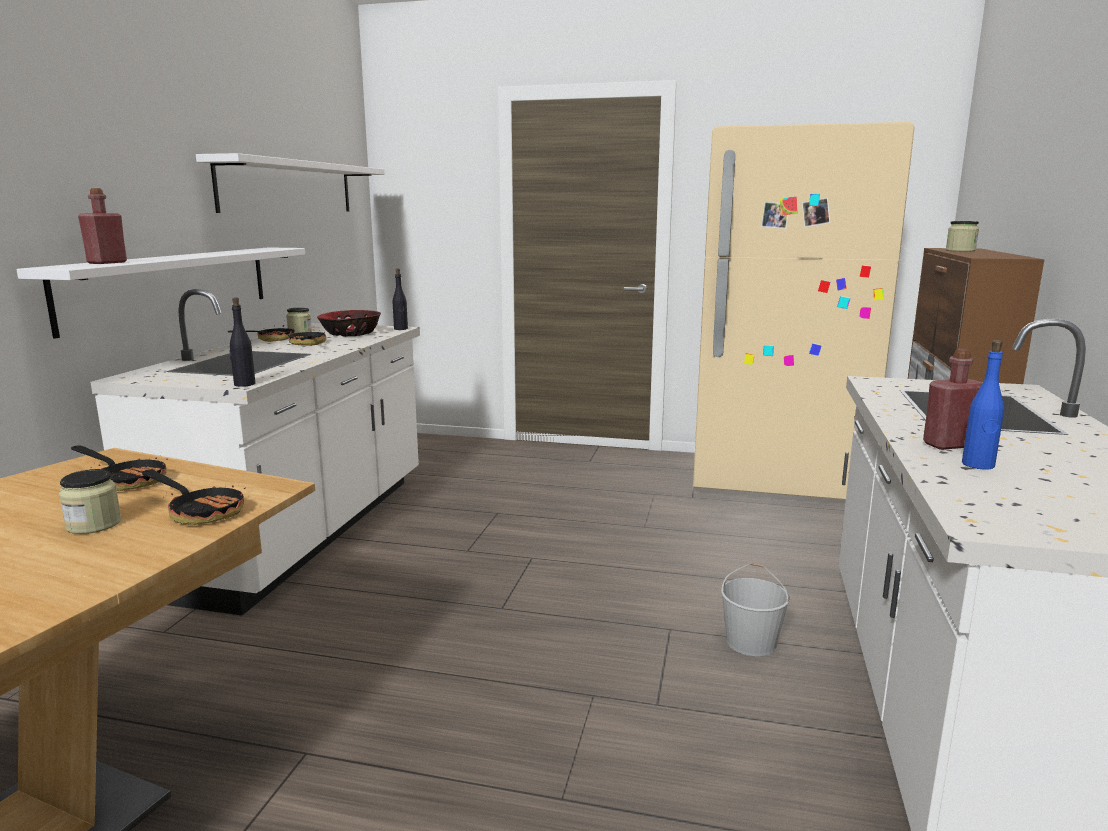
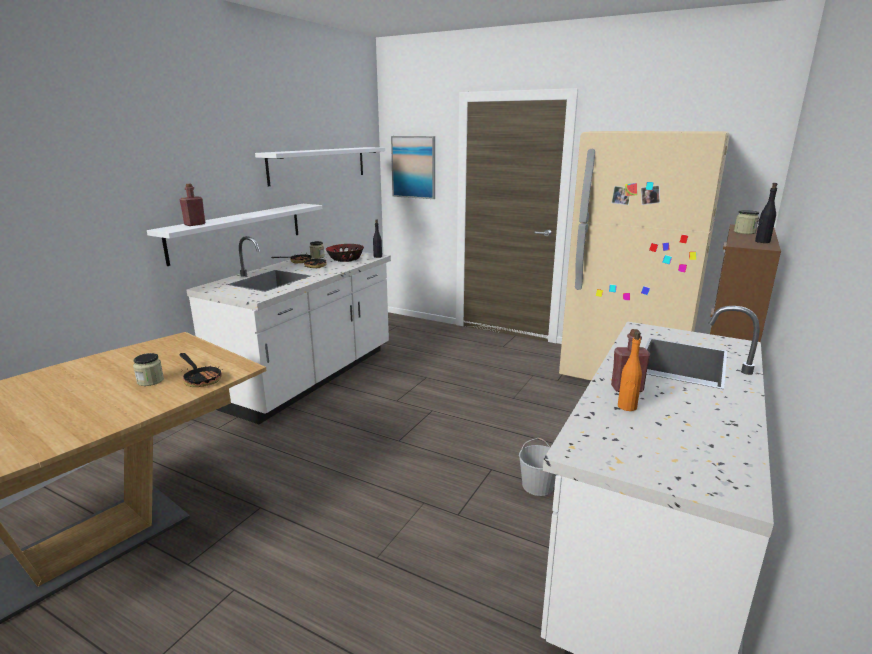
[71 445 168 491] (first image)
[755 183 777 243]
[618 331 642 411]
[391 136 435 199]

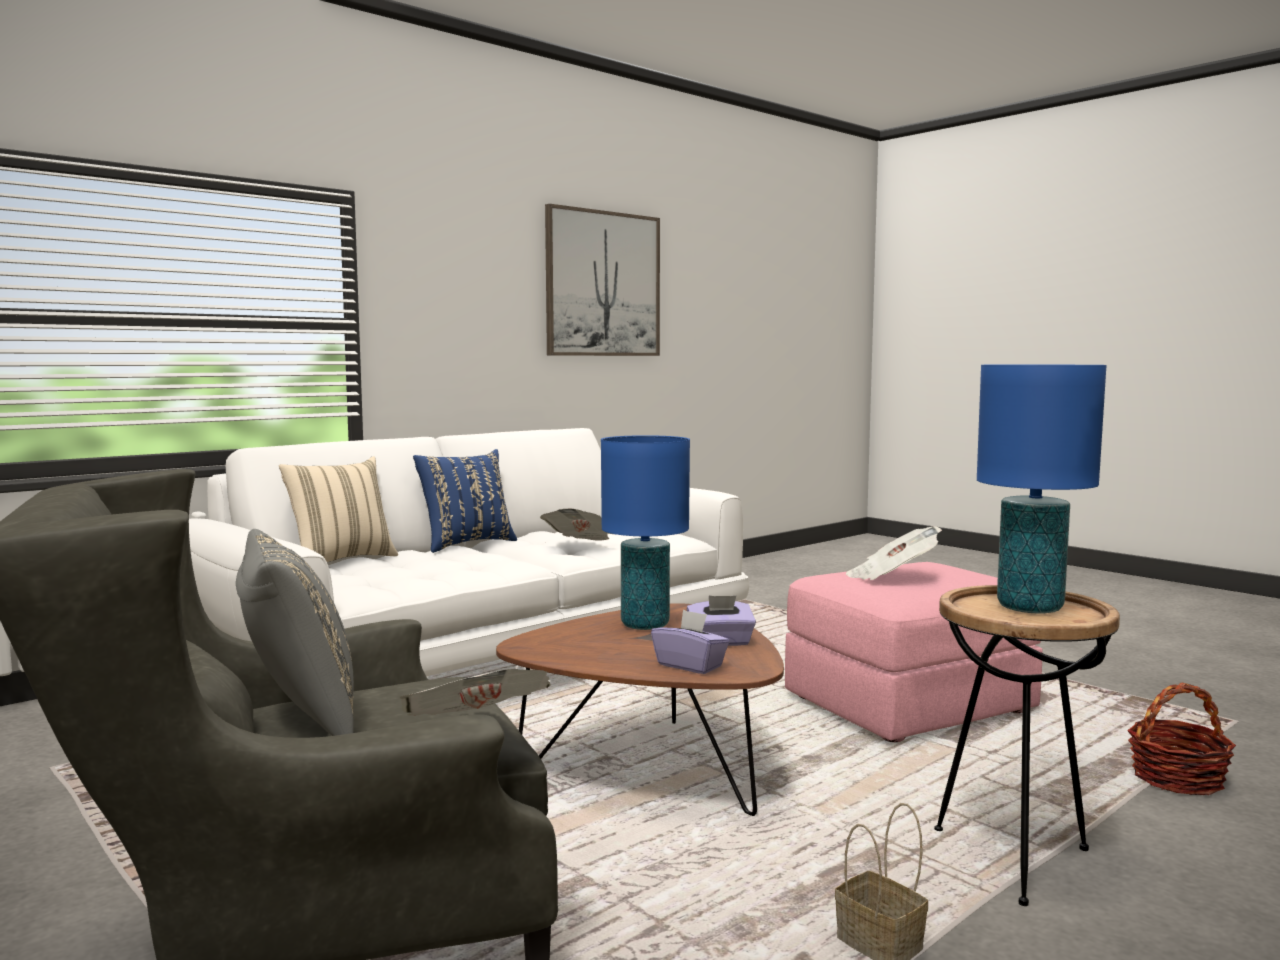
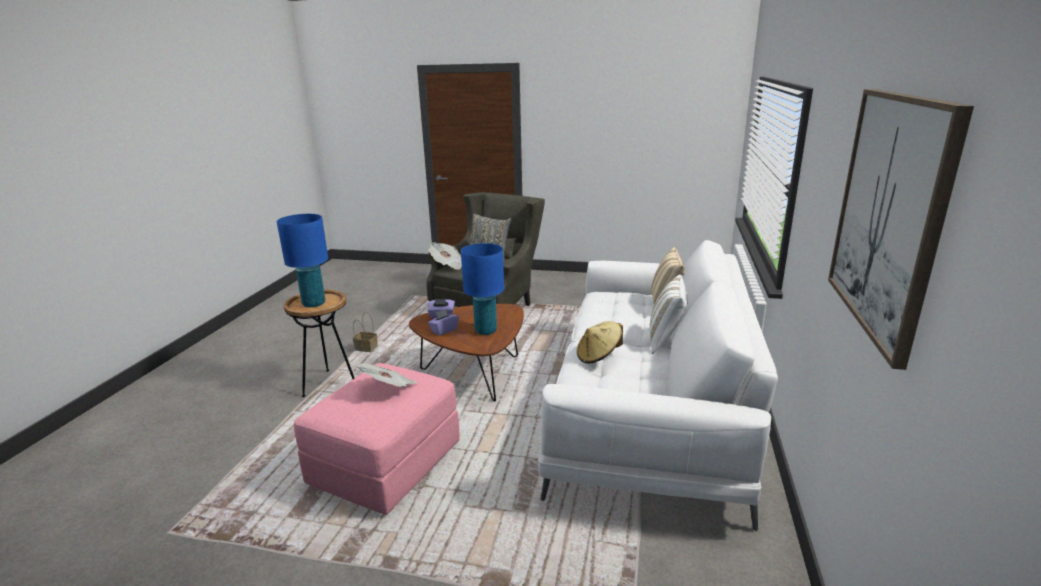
[650 274 687 354]
[577 321 623 364]
[1127 683 1236 795] (first image)

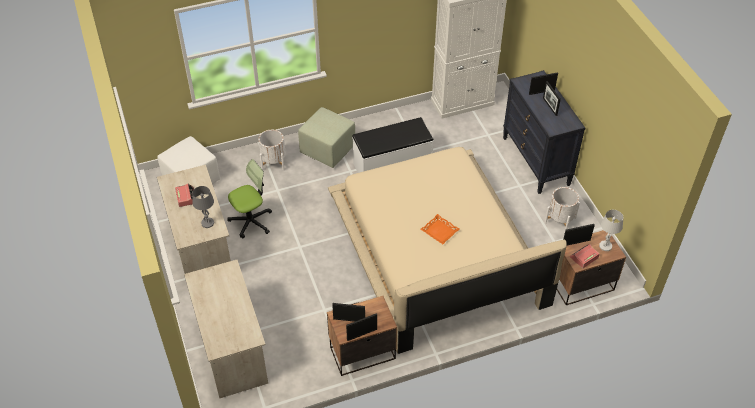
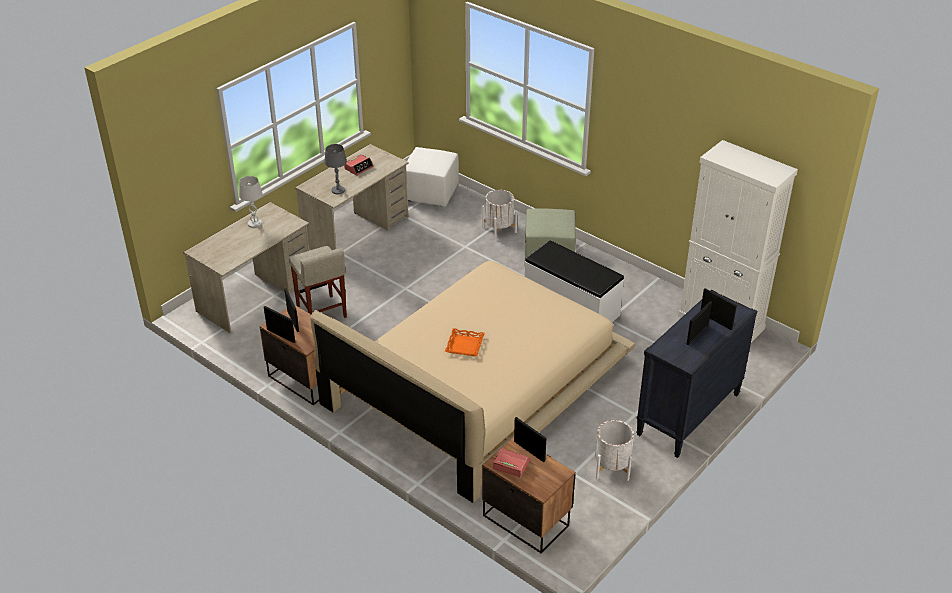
[227 159 272 239] (first image)
[239 176 262 228]
[289 246 347 318]

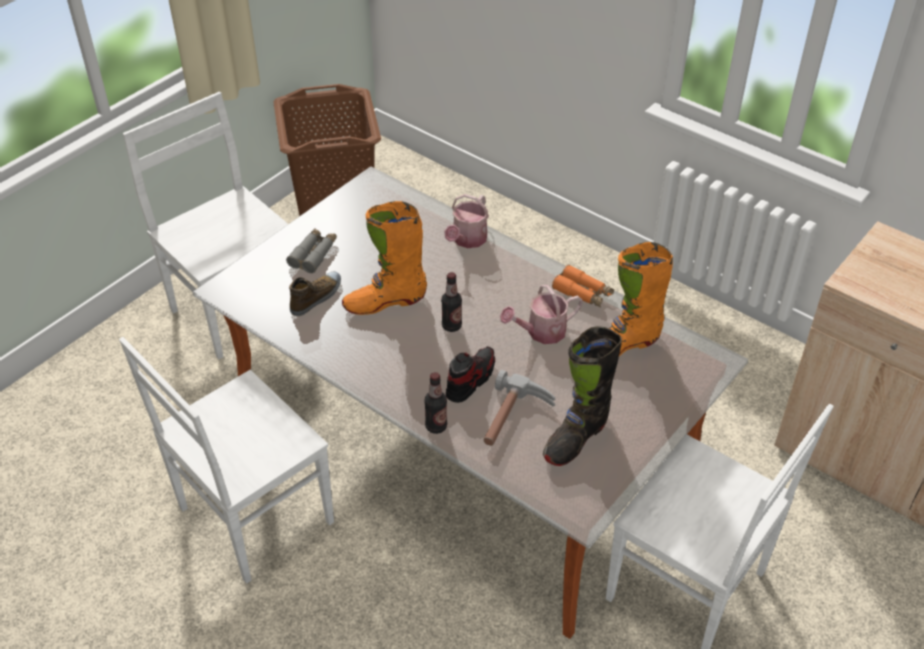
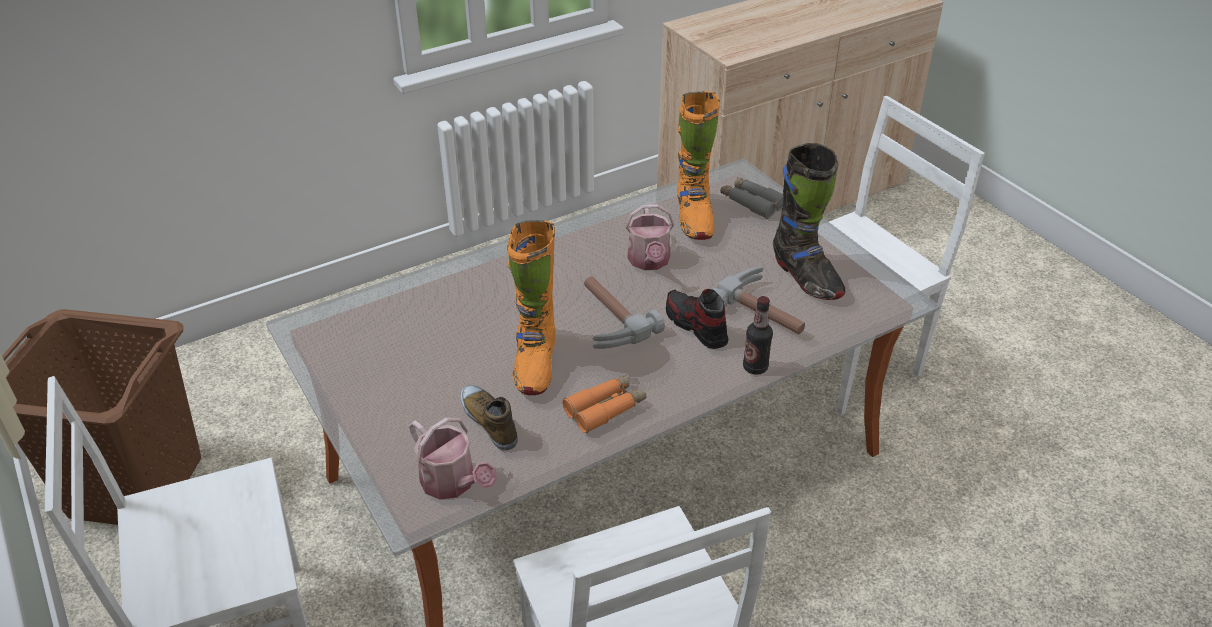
[720 177 783 219]
[584 276 665 349]
[409 417 497 500]
[562 374 647 433]

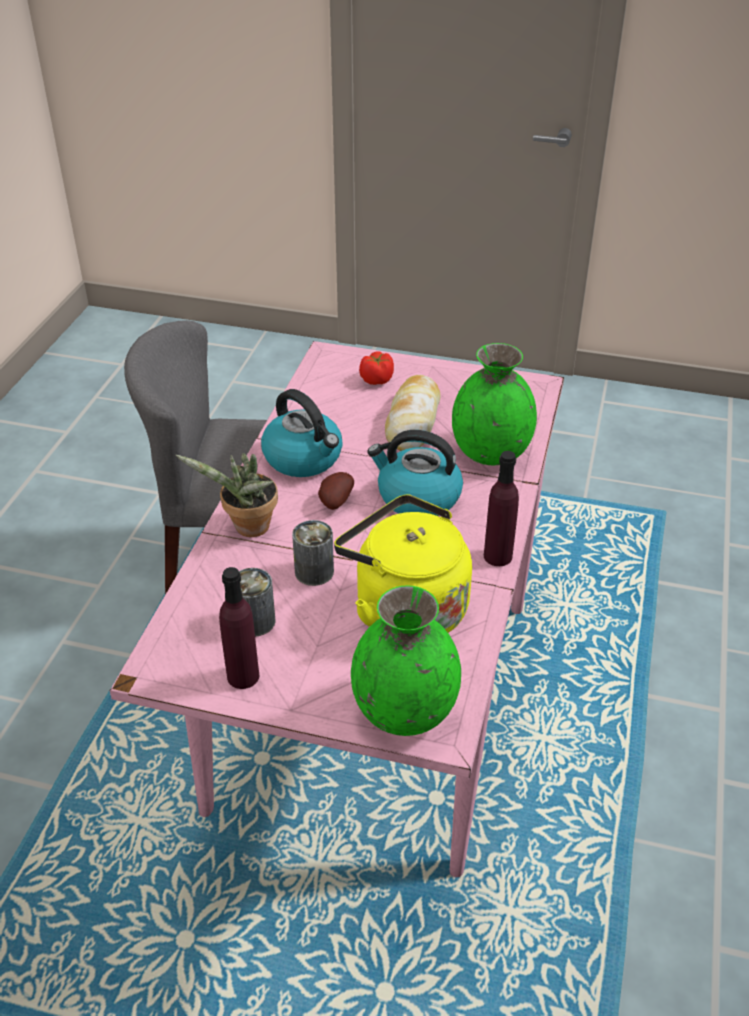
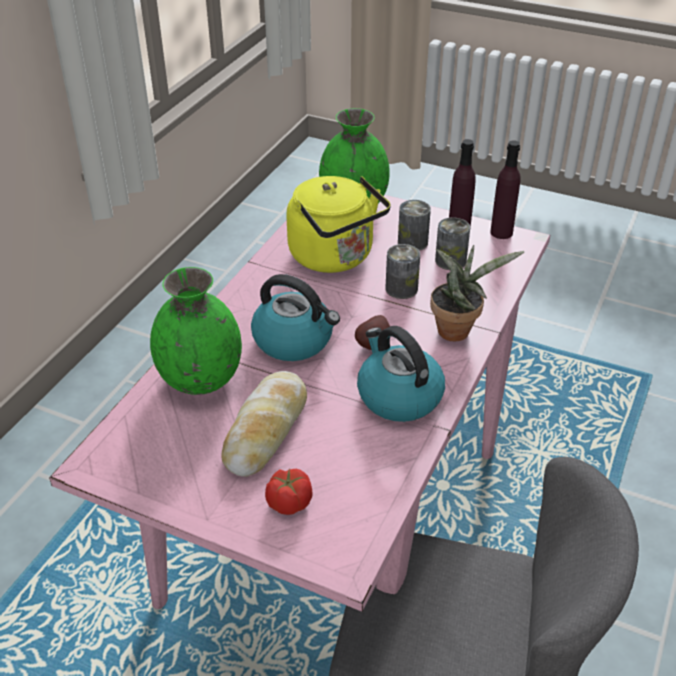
[490 140 520 239]
[398 200 431 251]

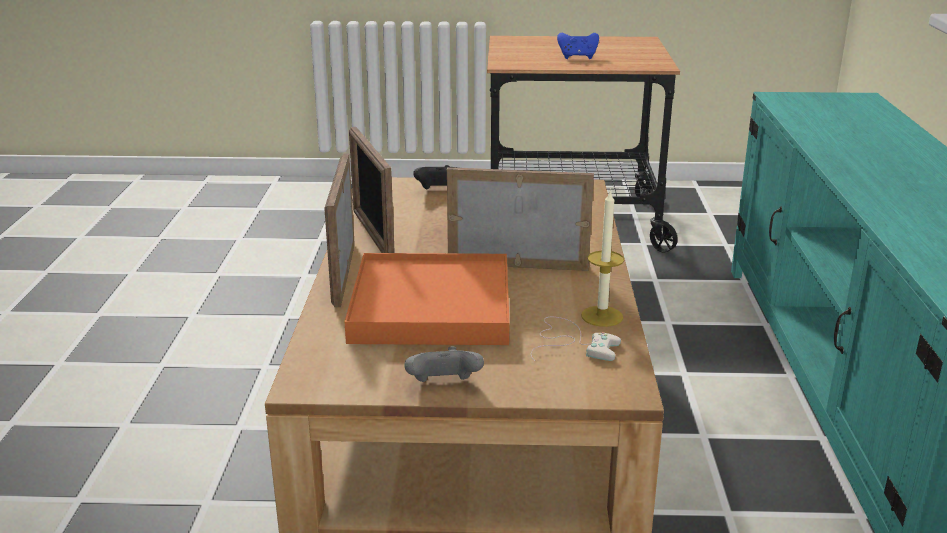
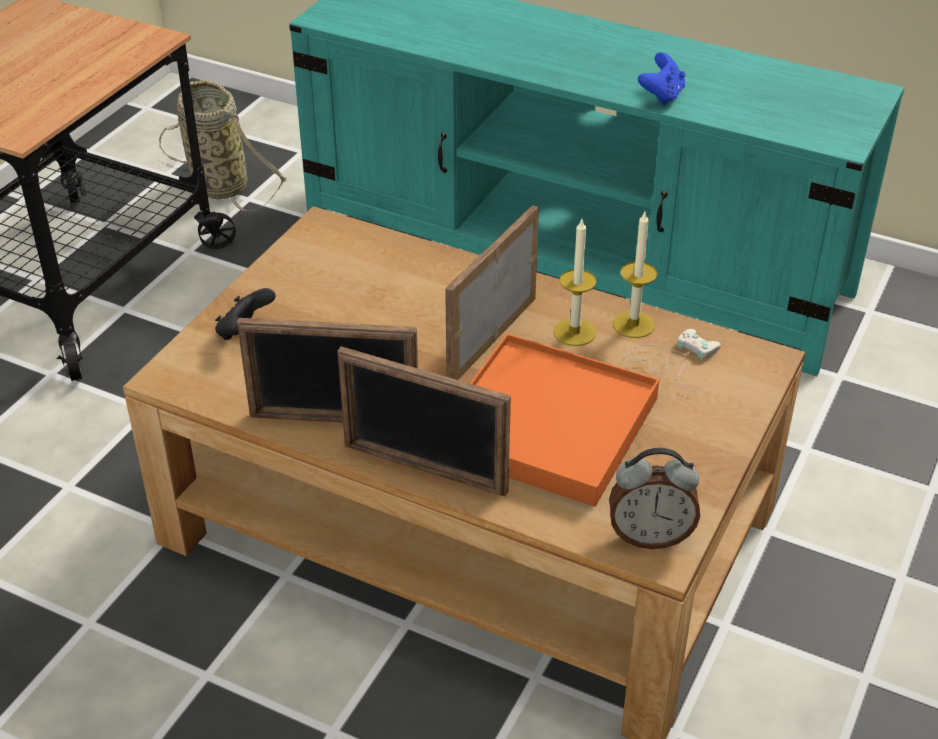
[405 346 484 382] (first image)
[638 52 685 105]
[159 80 287 211]
[553 219 597 346]
[609 448 700 549]

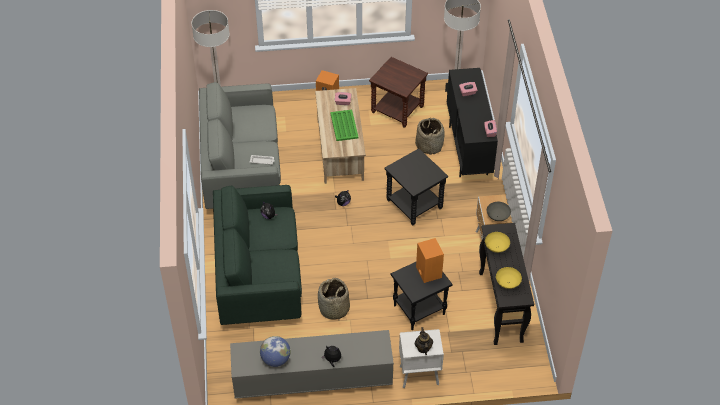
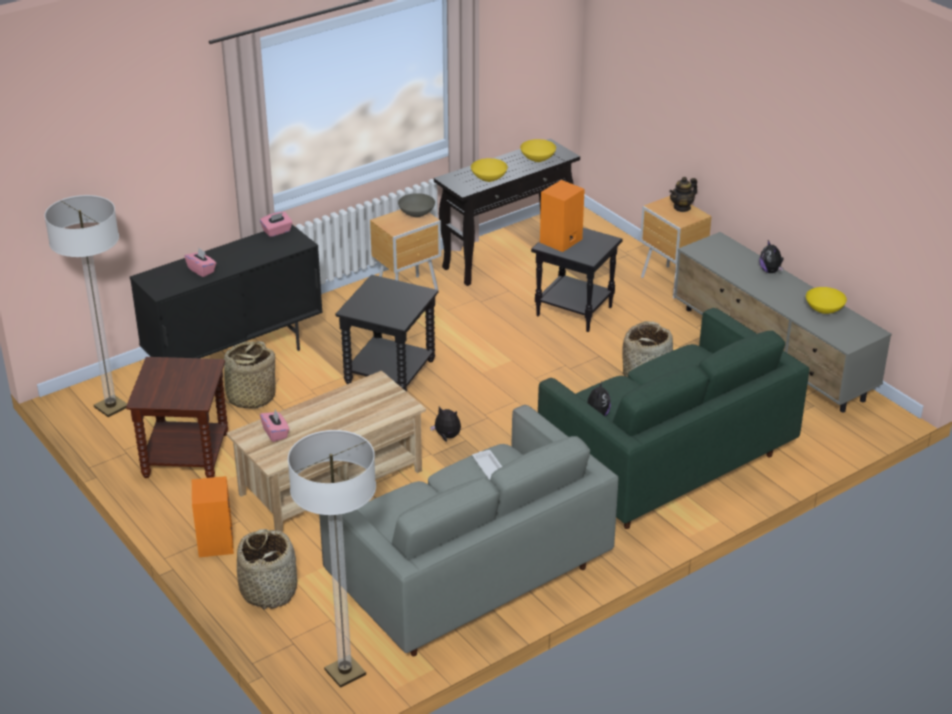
[806 287 847 314]
[330 110 359 141] (first image)
[640 196 712 299]
[237 529 297 610]

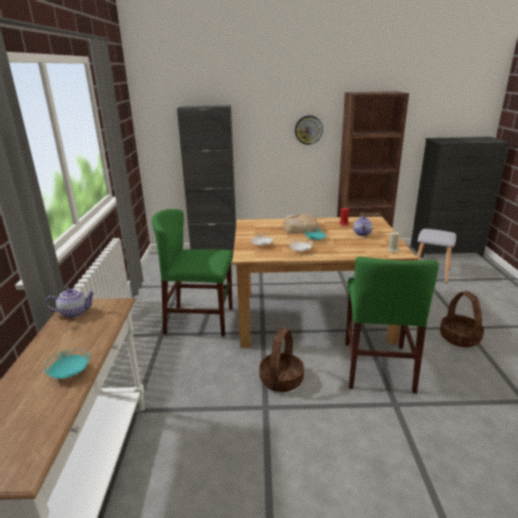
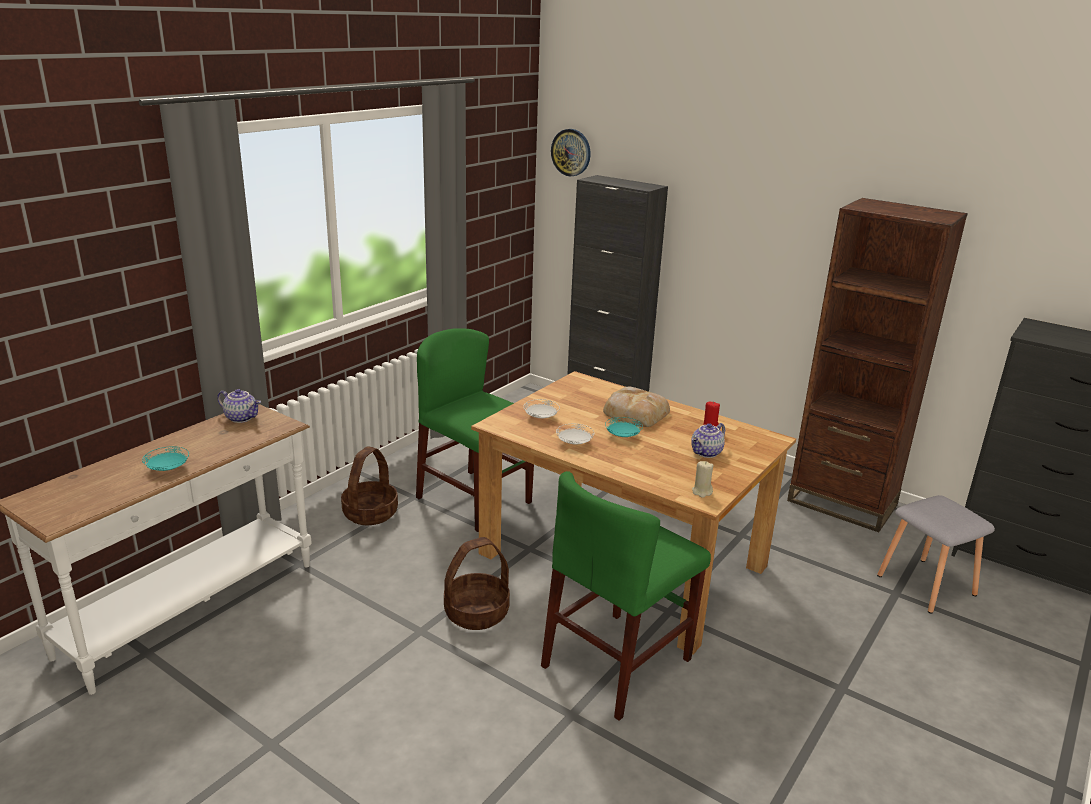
[551 129 591 176]
[341 446 398 525]

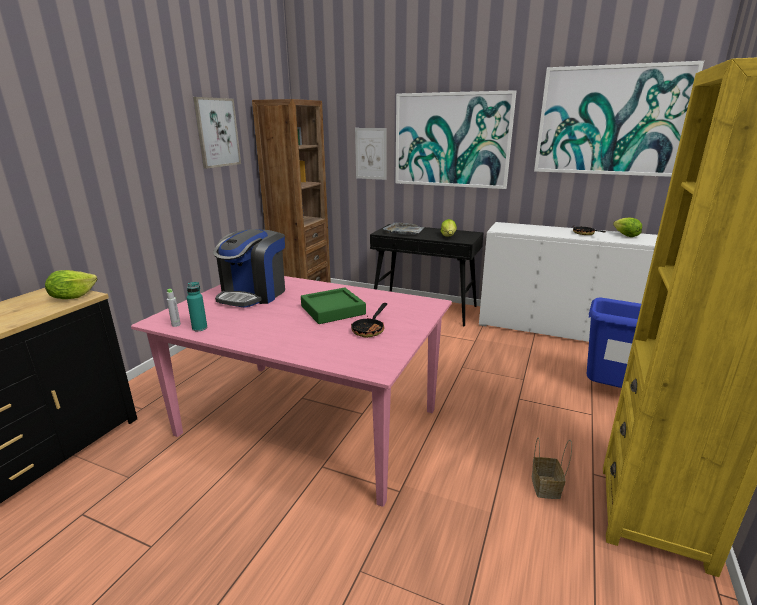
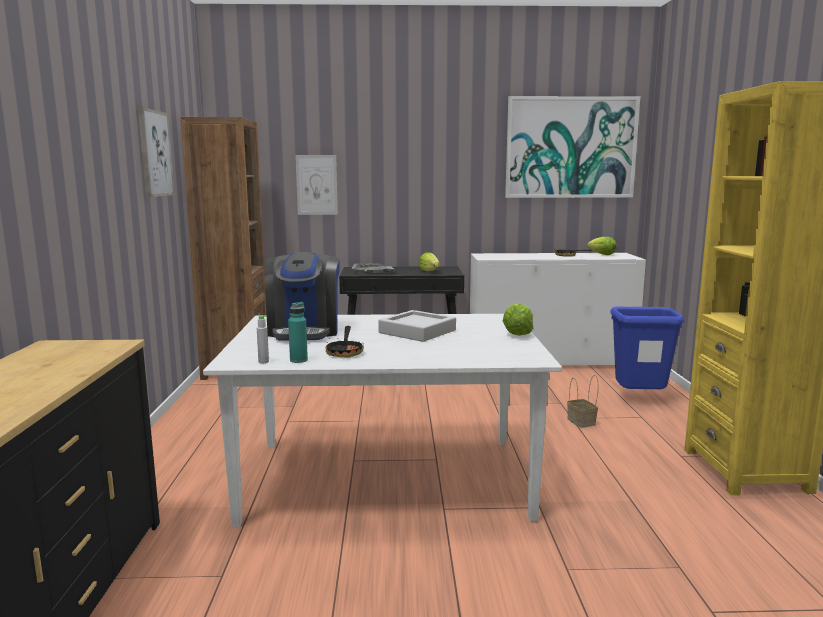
[503 303 533 336]
[203 314 562 527]
[378 310 456 342]
[325 326 364 357]
[395 90 516 189] (first image)
[567 375 599 428]

